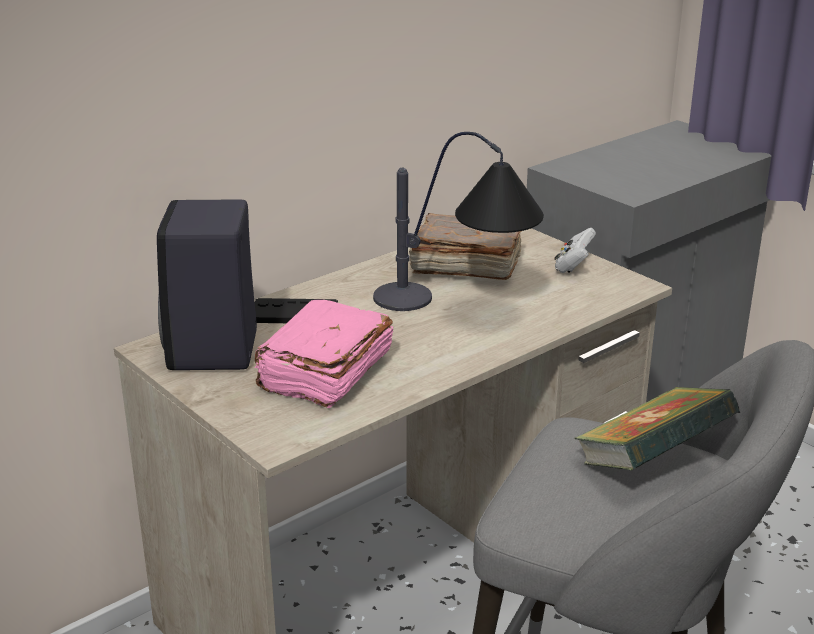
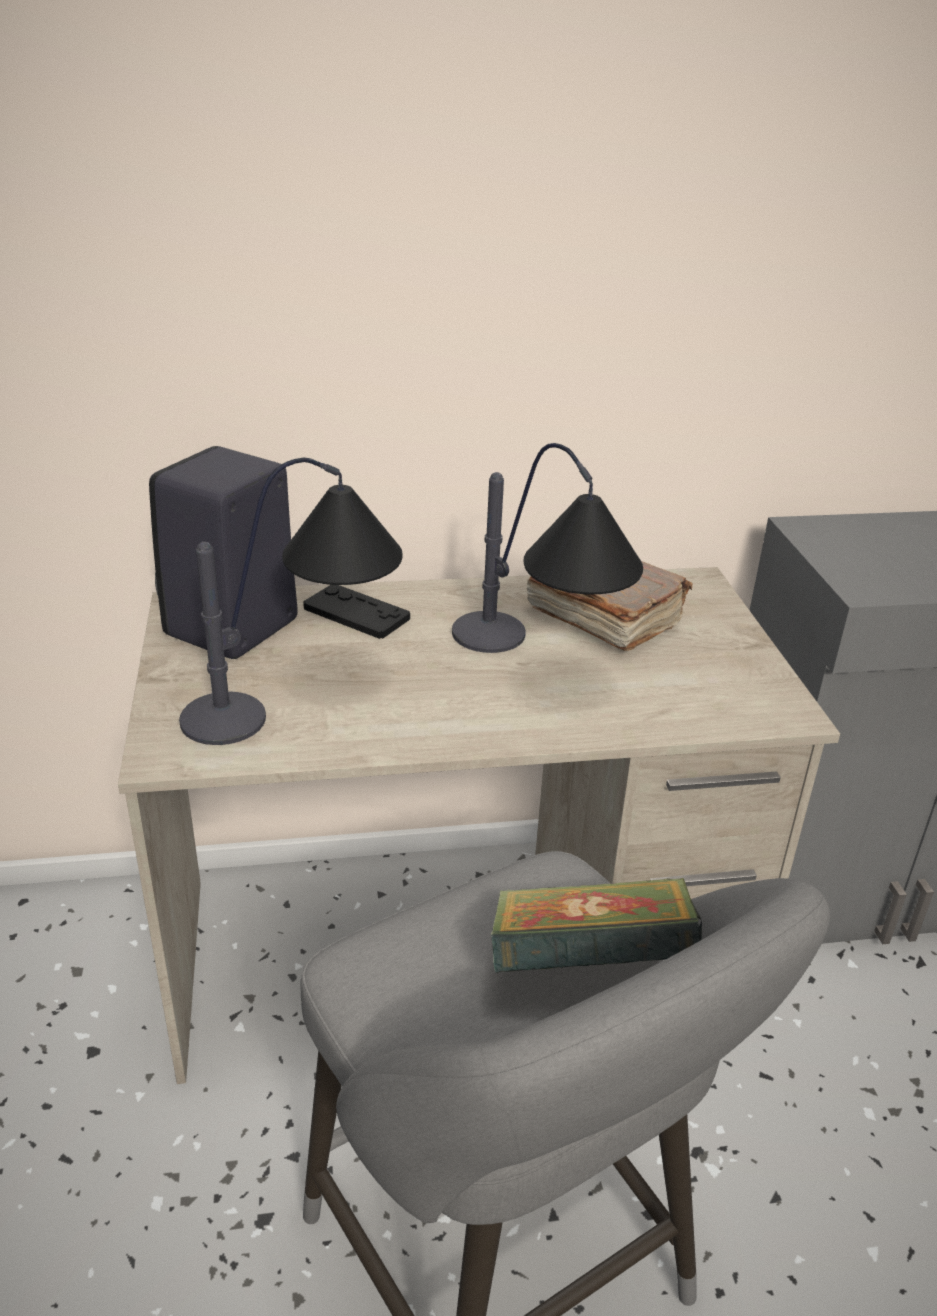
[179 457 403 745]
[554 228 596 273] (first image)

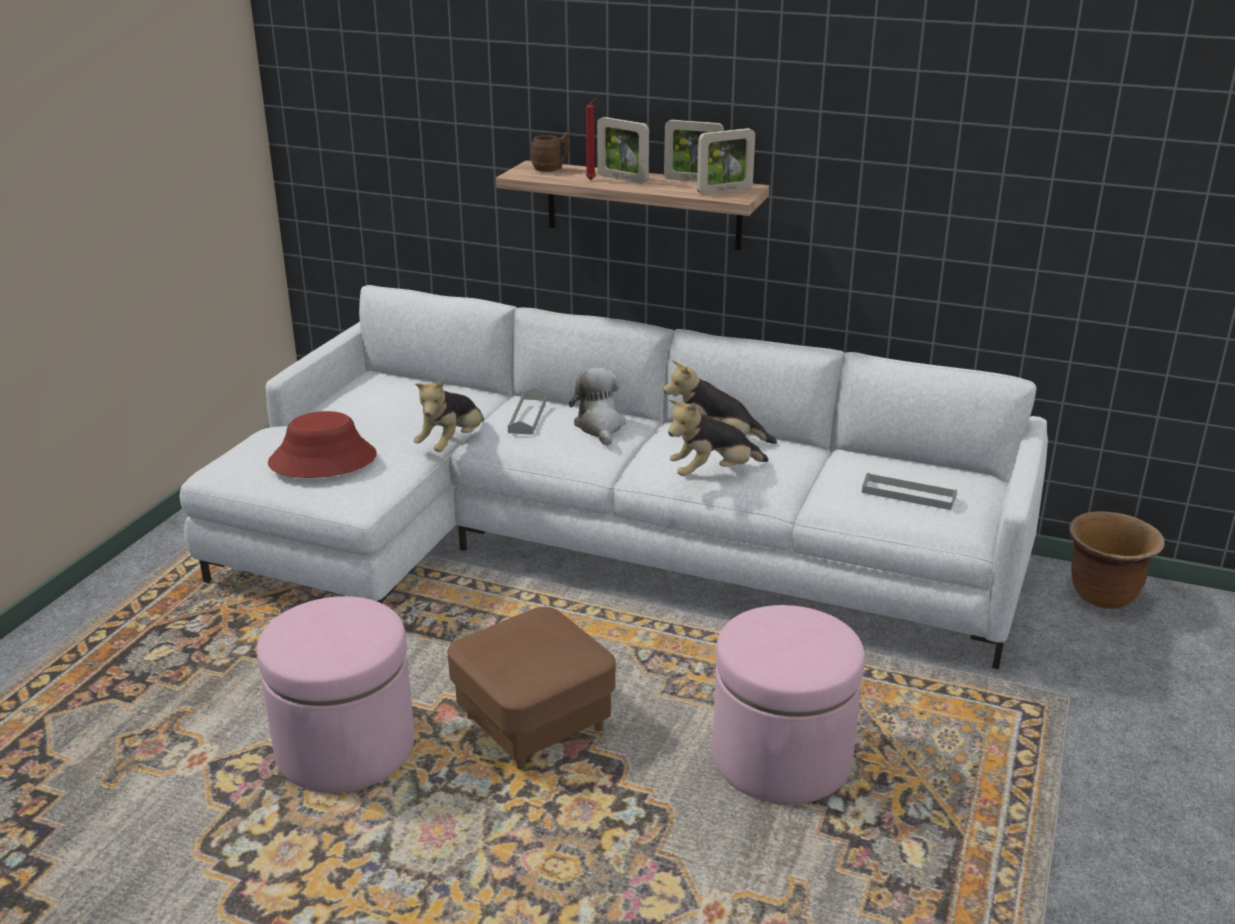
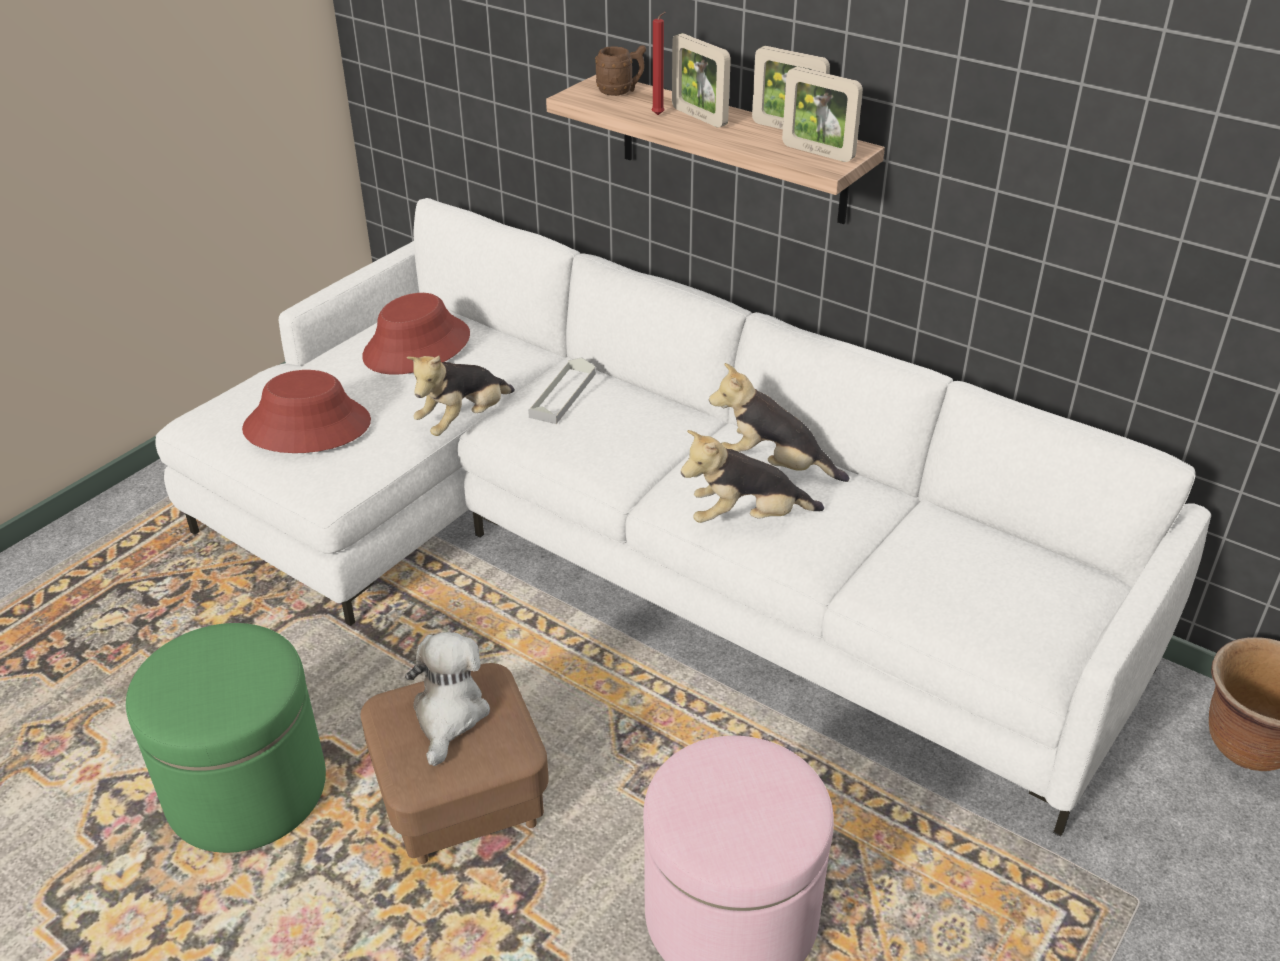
[126 623 326 853]
[405 632 490 766]
[782 67 863 162]
[862 473 957 510] (first image)
[362 293 470 375]

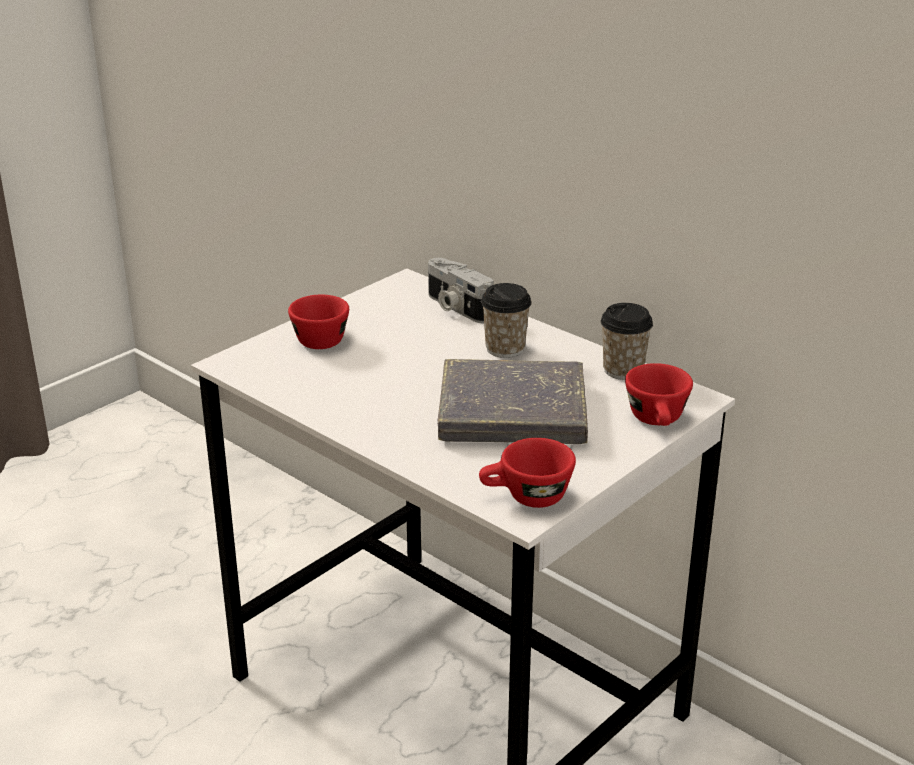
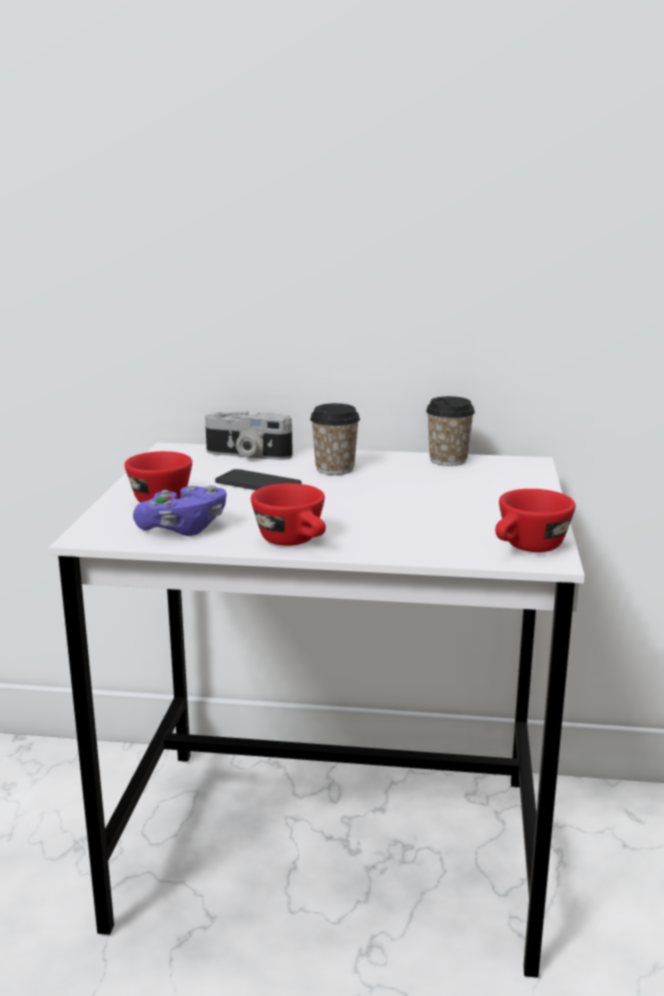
[438 359 588 444] (first image)
[251 483 326 546]
[133 485 226 536]
[215 469 301 490]

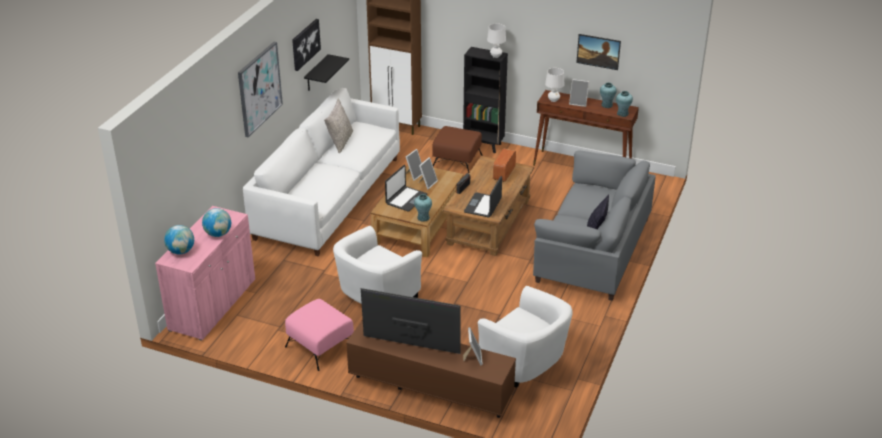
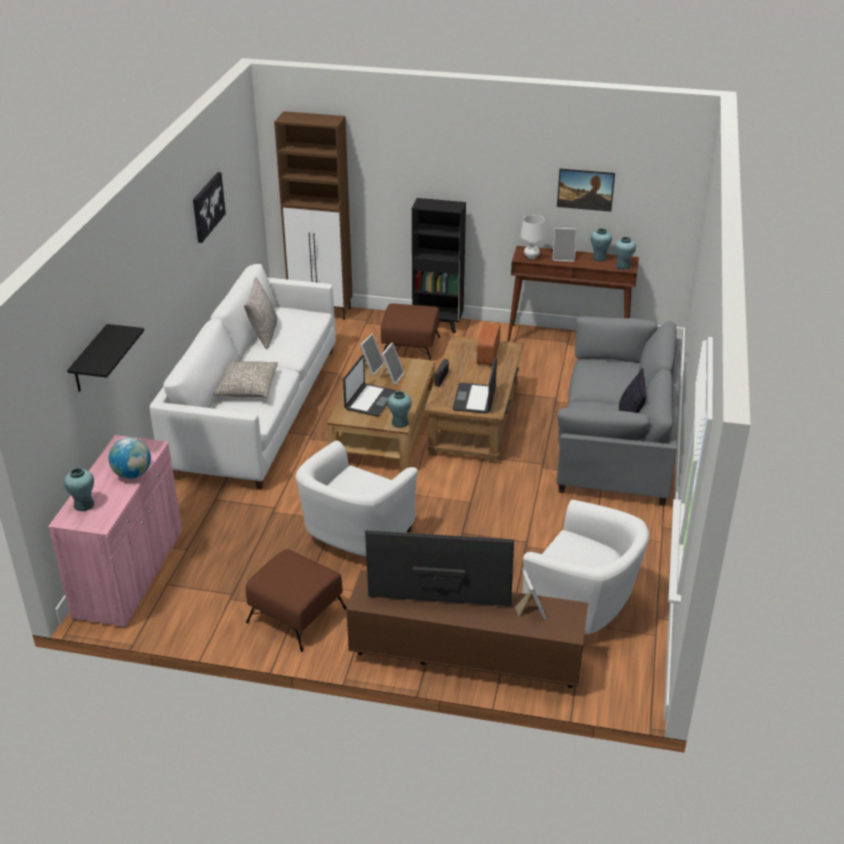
[64 468 94 511]
[238 42 283 137] (first image)
[246 549 346 652]
[67 324 144 392]
[487 23 506 58] (first image)
[213 361 278 398]

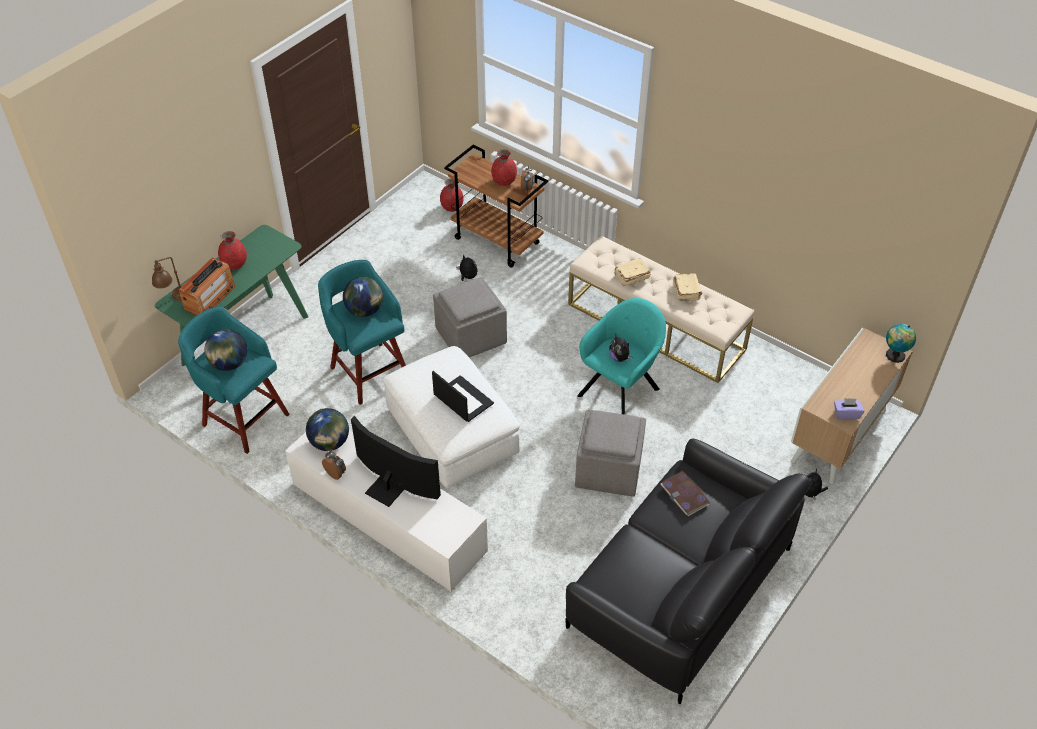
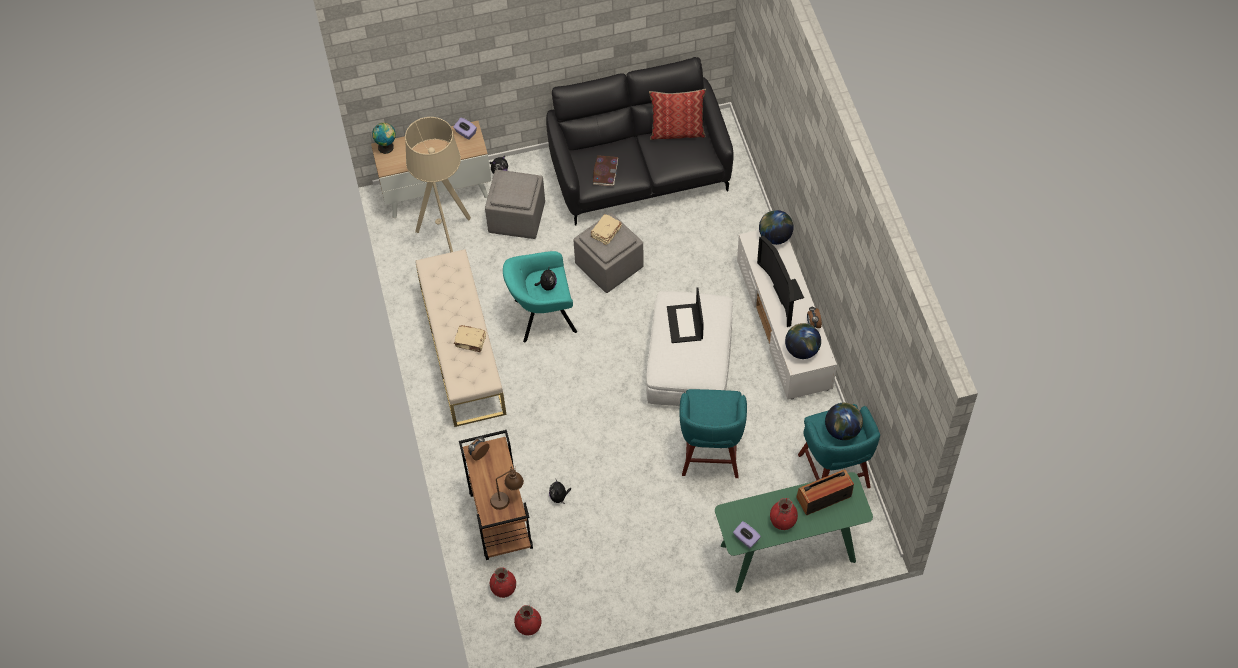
[490 466 524 510]
[759 210 794 245]
[485 170 545 239]
[514 605 541 635]
[591 214 622 245]
[405 117 471 252]
[649 89 706 140]
[733 521 761 548]

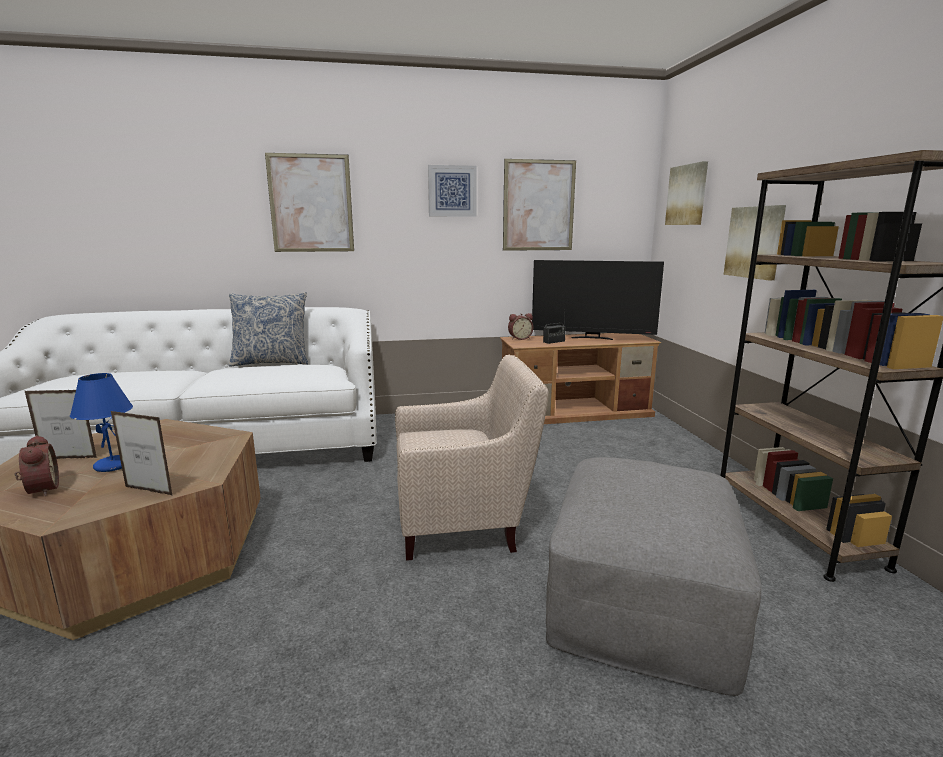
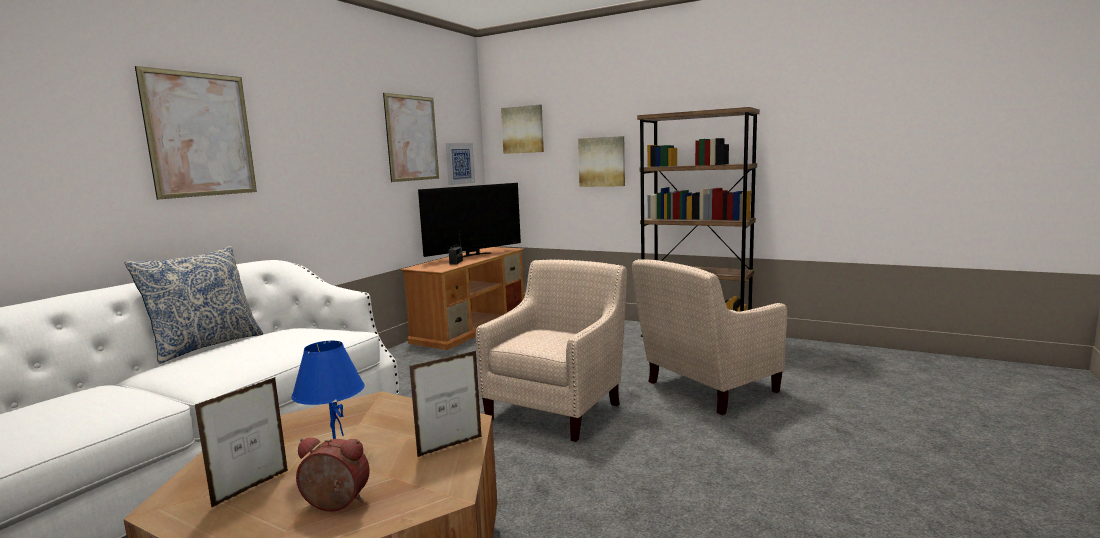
[446 143 475 185]
[508 313 533 340] (first image)
[632 259 787 415]

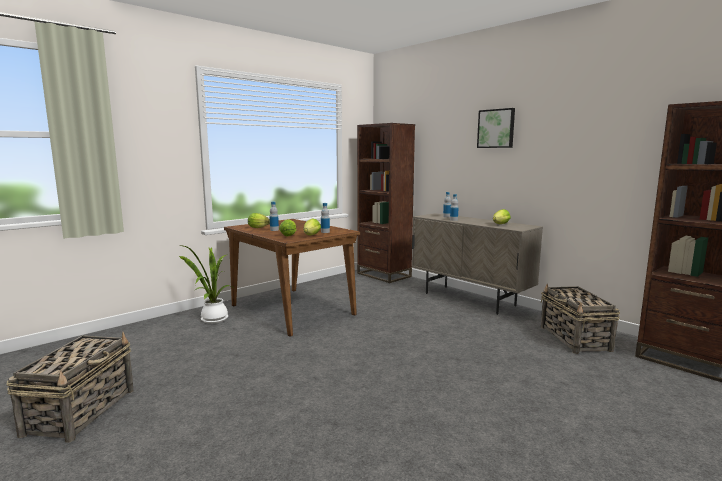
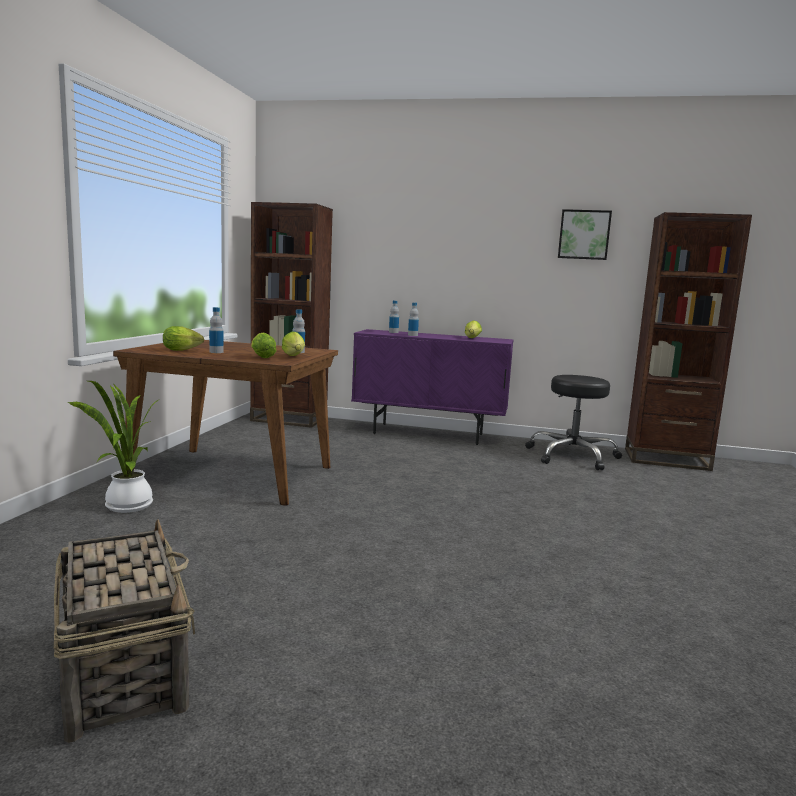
[351 329 514 445]
[558 209 612 260]
[525 375 622 470]

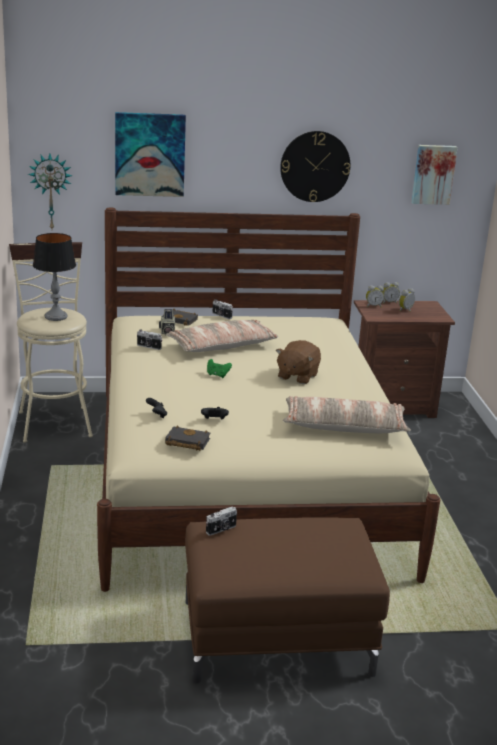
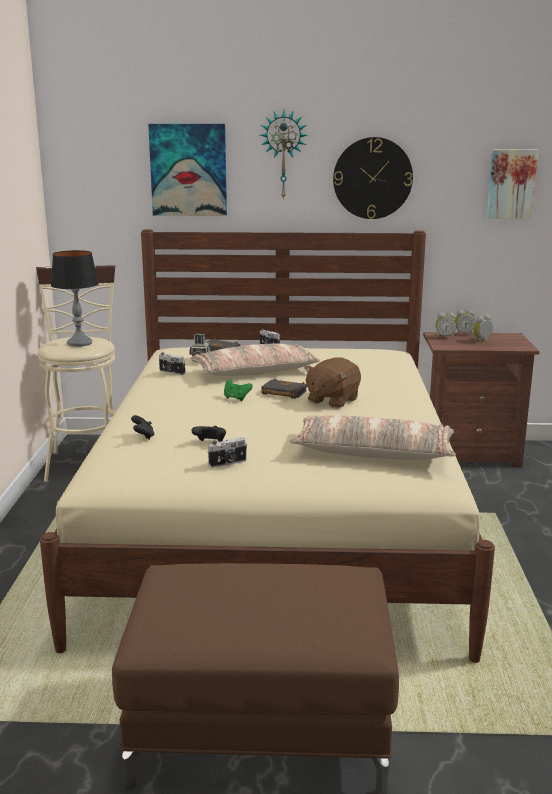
[260 110 307 201]
[261 378 307 399]
[208 437 247 468]

